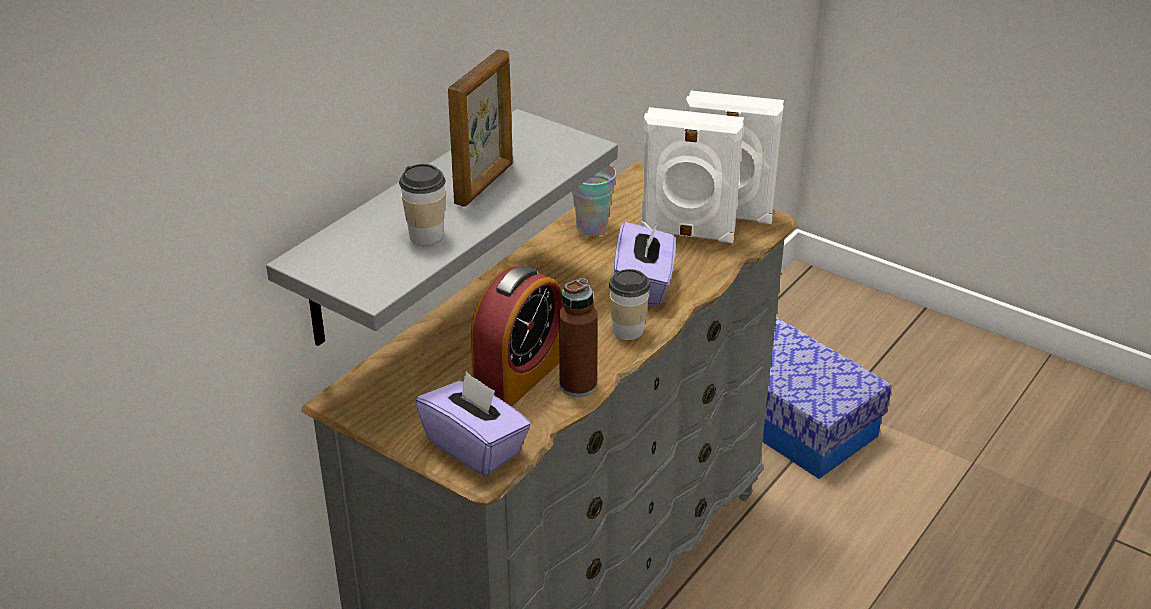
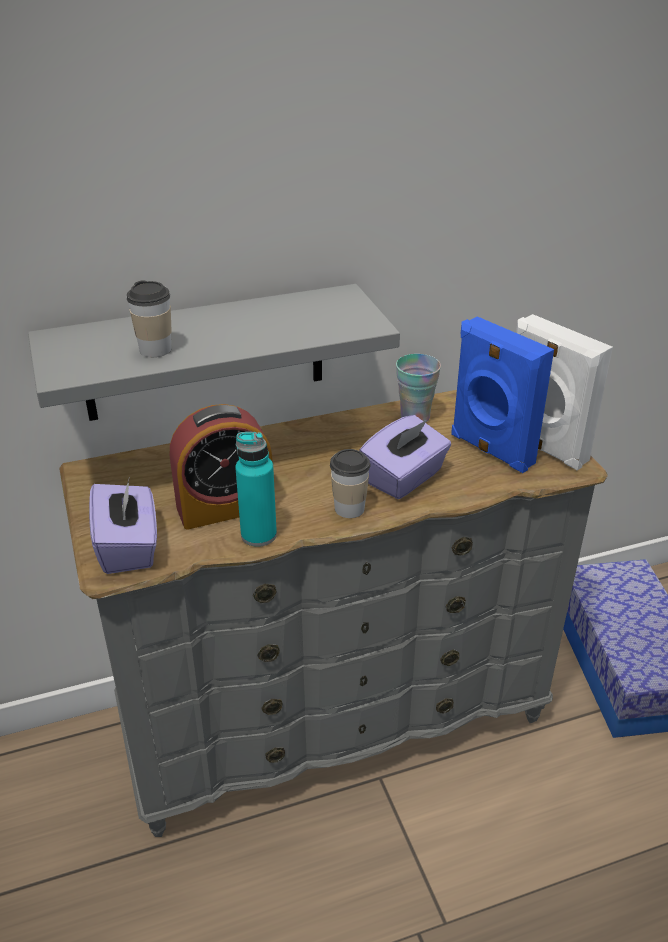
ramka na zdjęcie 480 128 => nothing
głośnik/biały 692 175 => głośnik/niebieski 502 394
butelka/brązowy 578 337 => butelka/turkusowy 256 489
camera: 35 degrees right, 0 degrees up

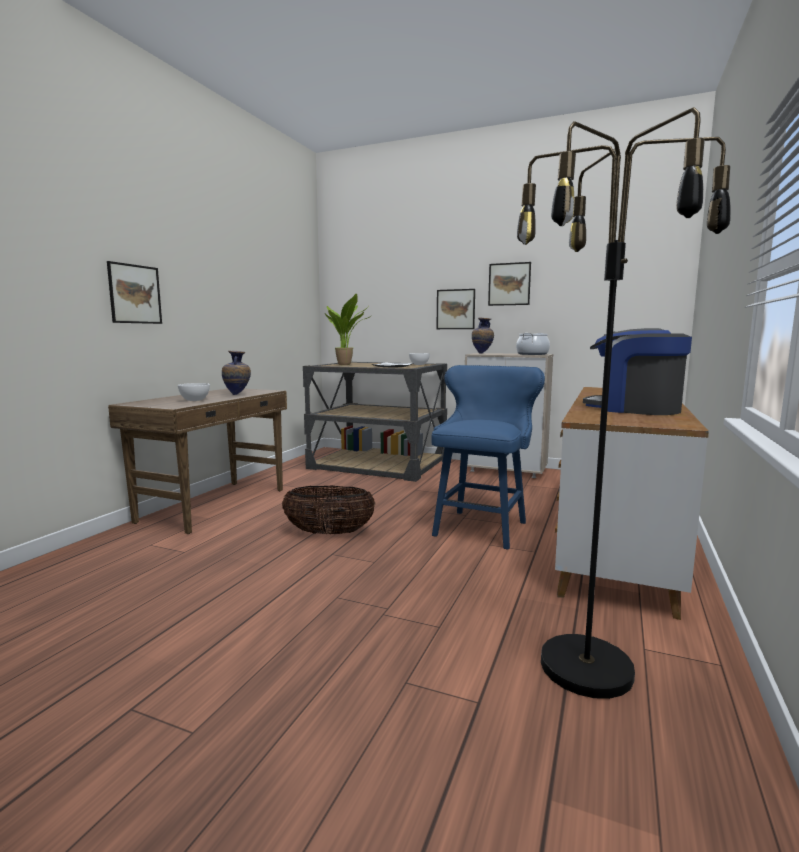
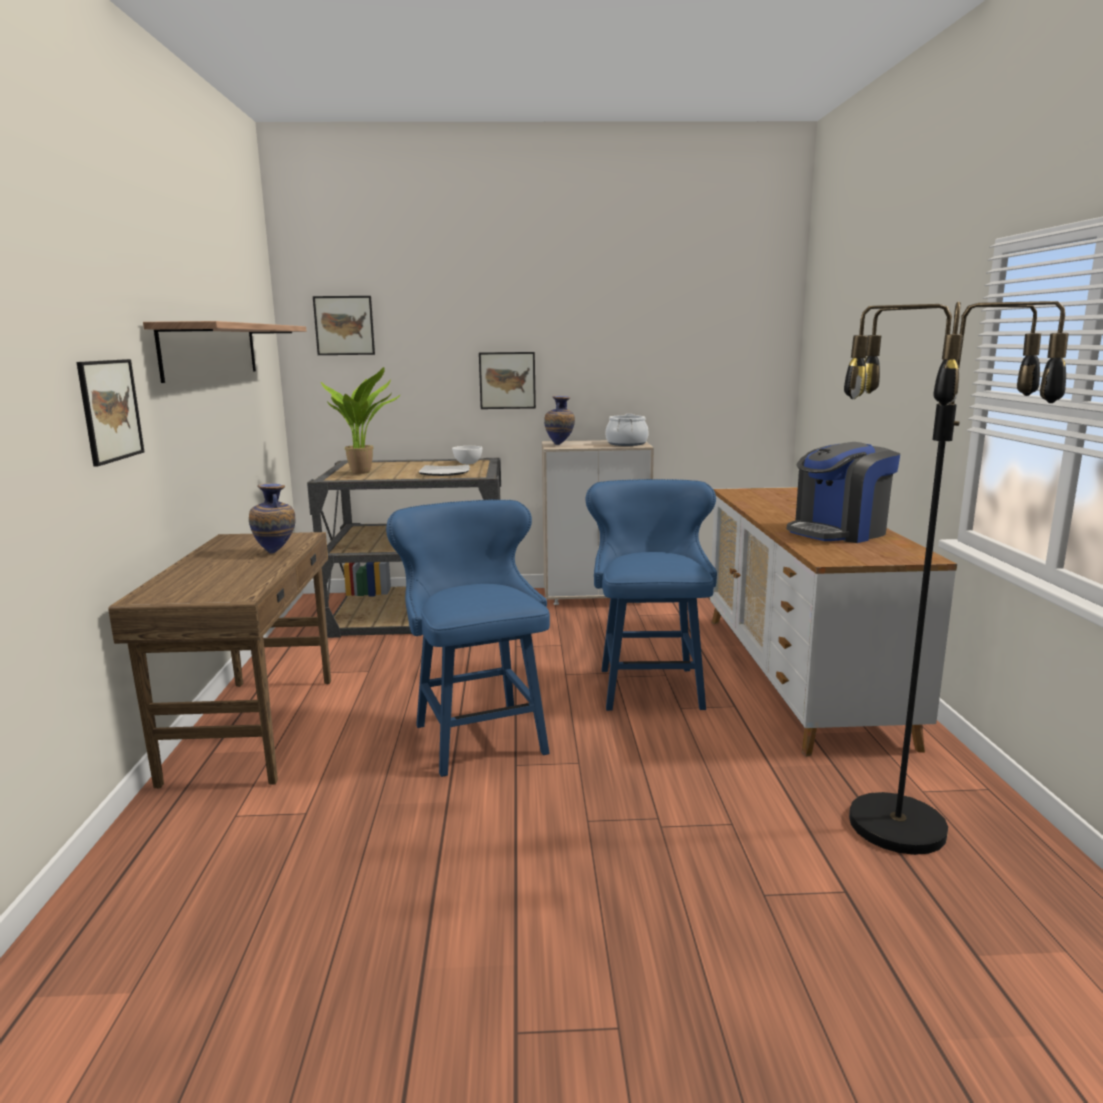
obraz 509 284 => obraz 344 325, move
ekspres do kawy 637 371 => ekspres do kawy 843 492, 45 degrees counterclockwise
miska/biały 194 392 => nothing
koszyk 329 510 => stołek/niebieski 468 638
nothing => półka 224 352
camera: 25 degrees left, 5 degrees up

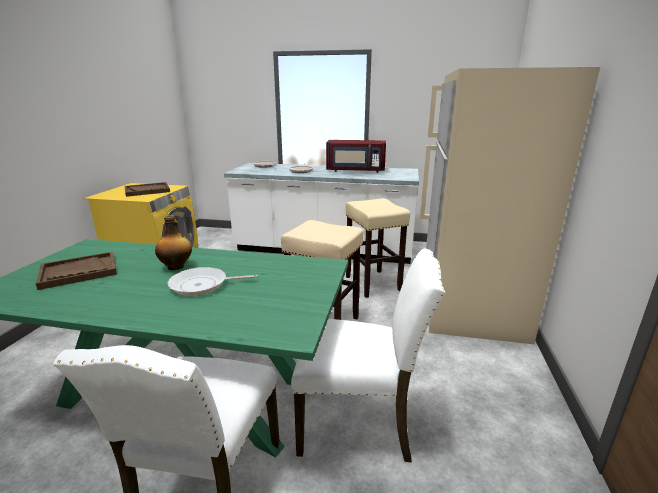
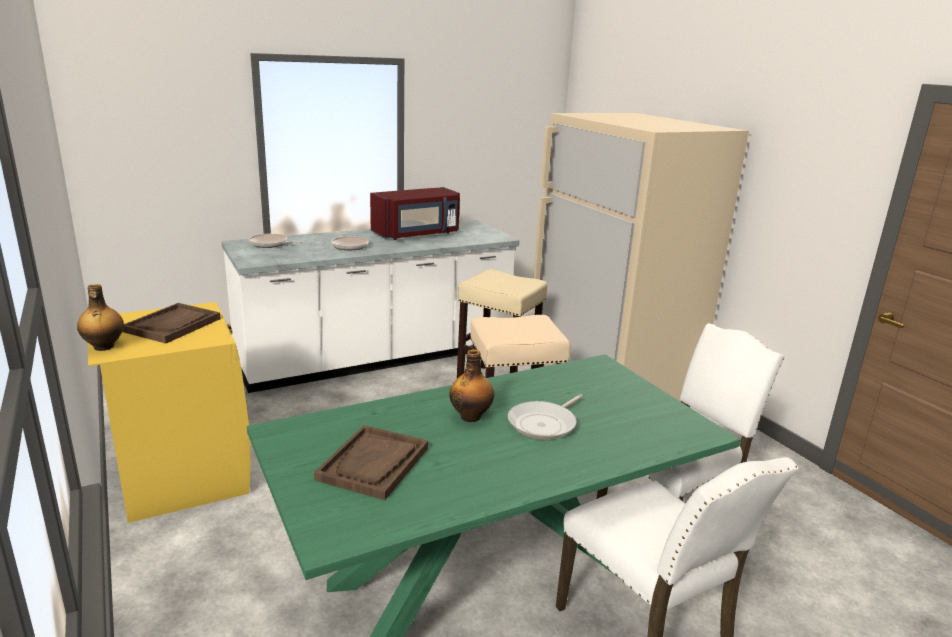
nothing => butelka 100 317
camera: 40 degrees left, 0 degrees up

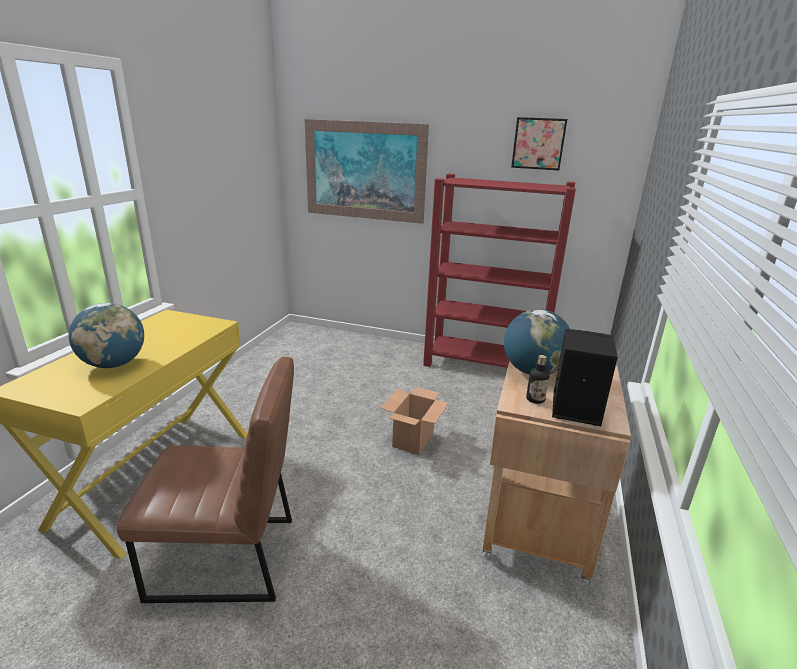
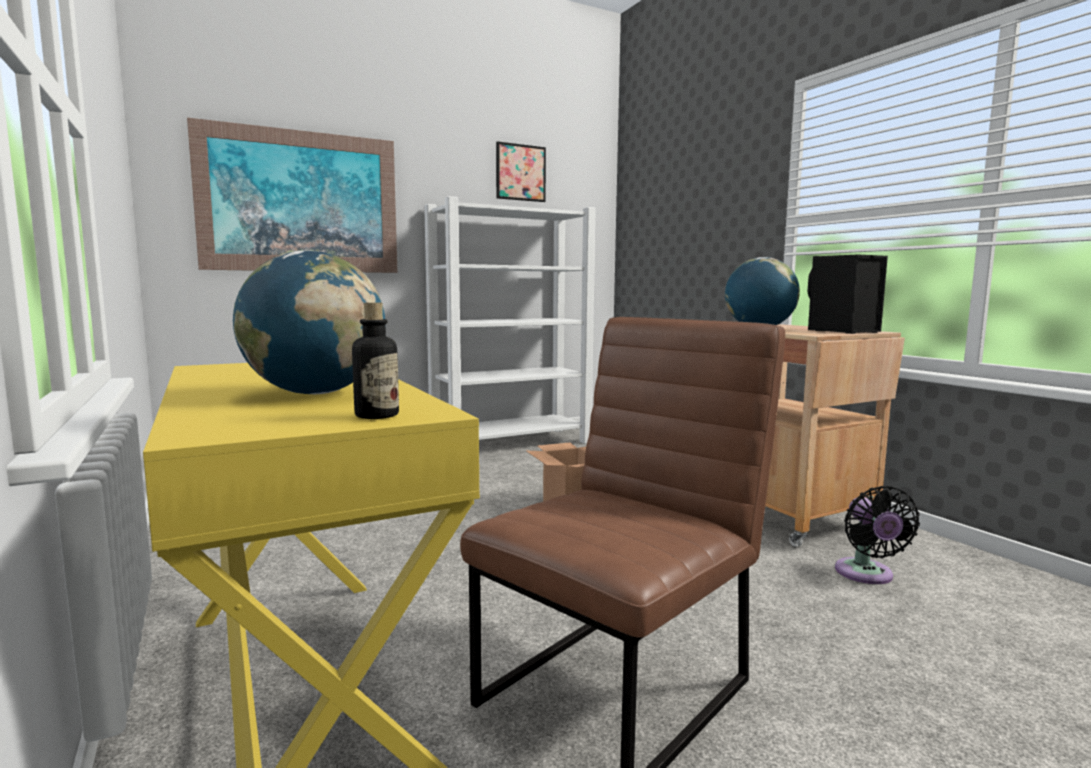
regał/czerwony 499 270 => regał/biały 510 320
butelka 538 379 => butelka 375 360, move
nothing => wentylator/czarny 877 535
camera: 45 degrees left, 15 degrees down

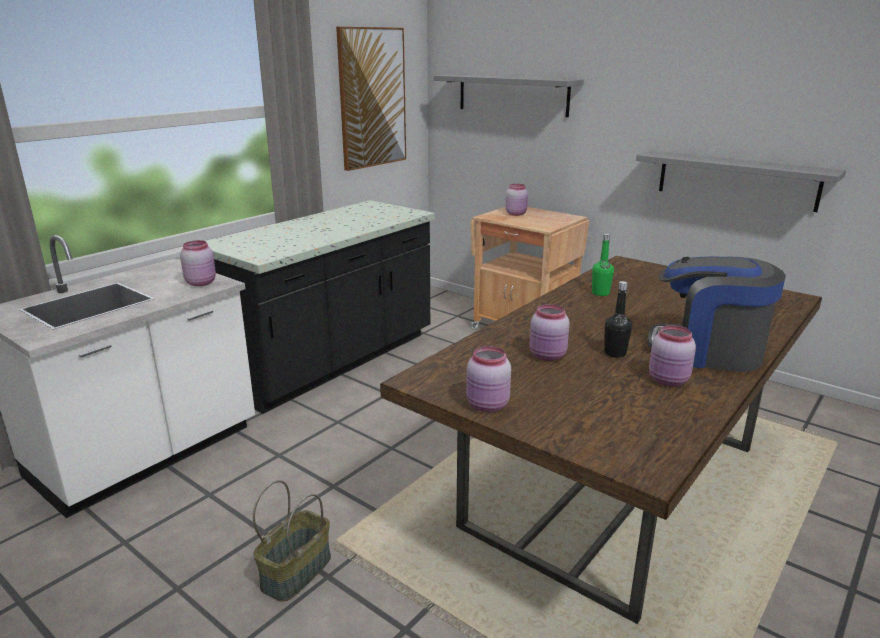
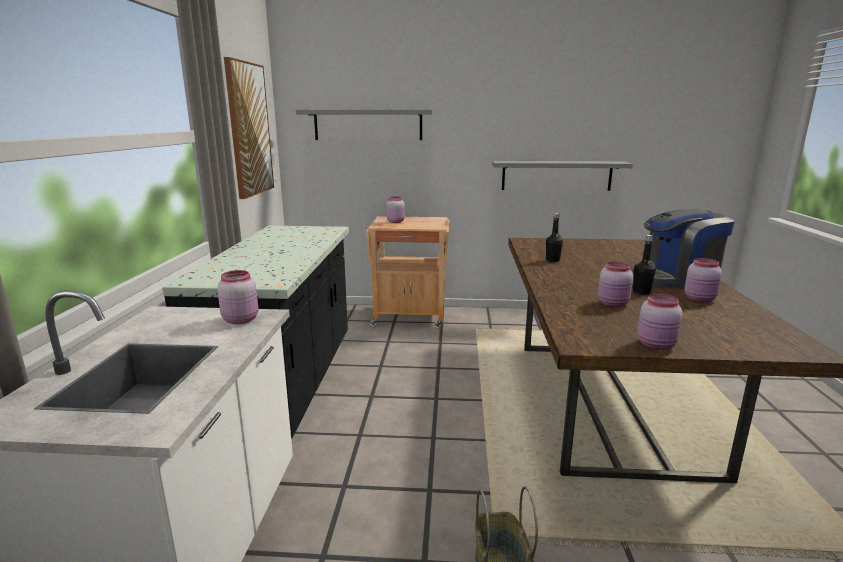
butelka/zielony 603 264 => butelka/czarny 554 237
camera: 35 degrees left, 5 degrees down

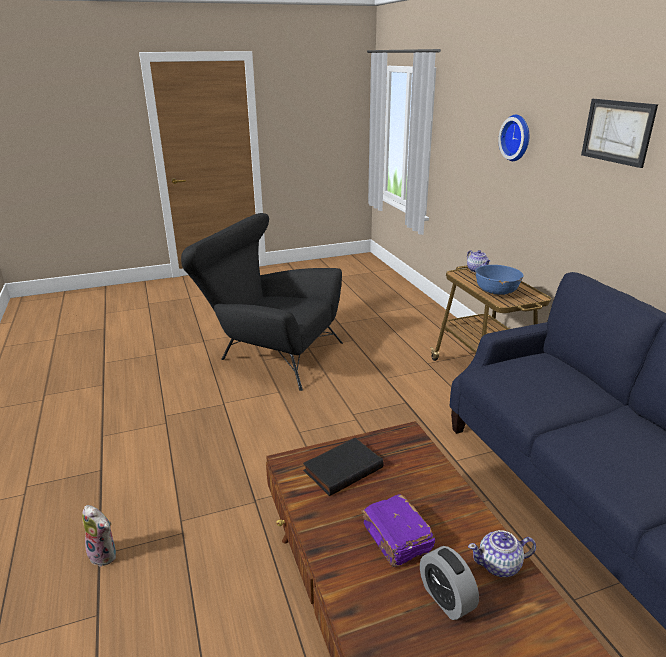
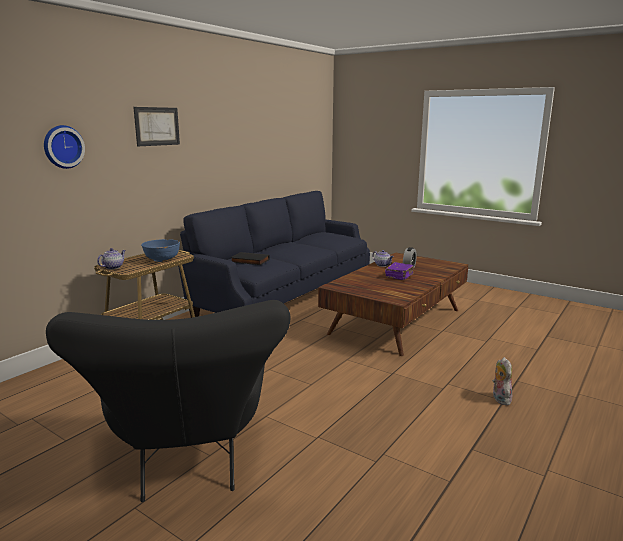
książka/czarny 343 467 => książka/czarny 250 258, move
camera: 125 degrees left, 10 degrees down

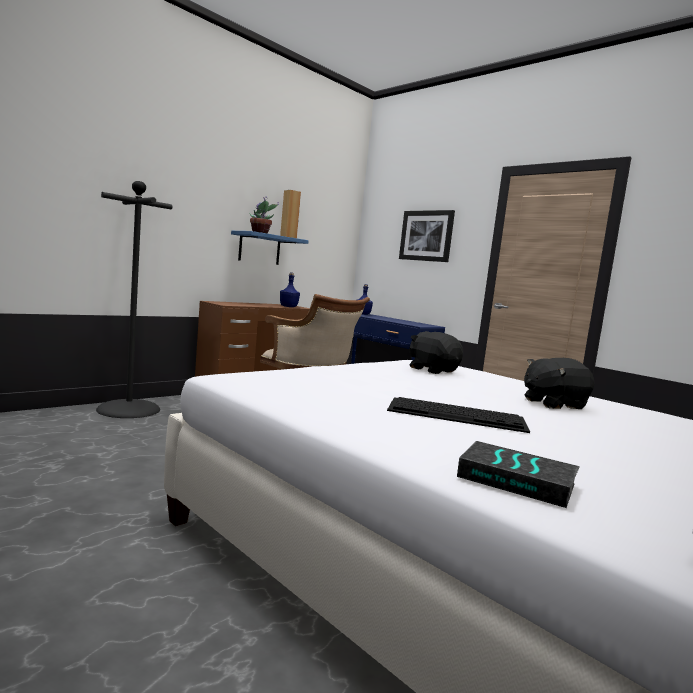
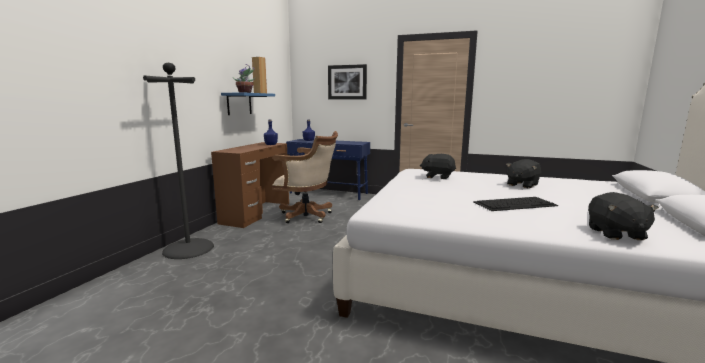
książka 518 474 => pluszak/czarny 623 216
camera: 25 degrees left, 5 degrees up

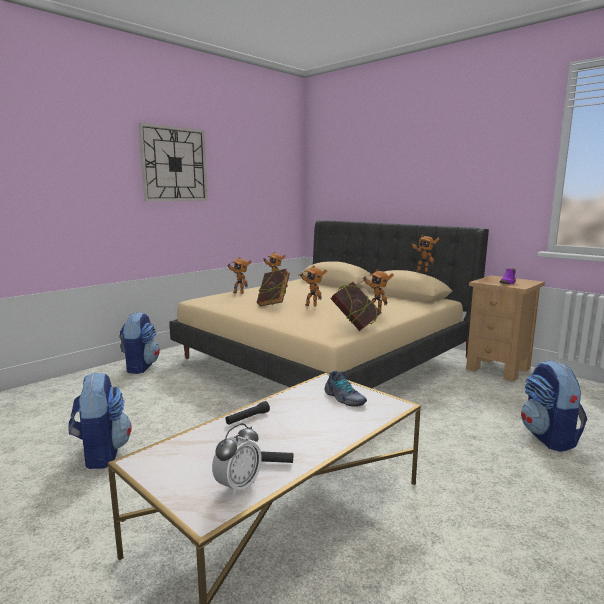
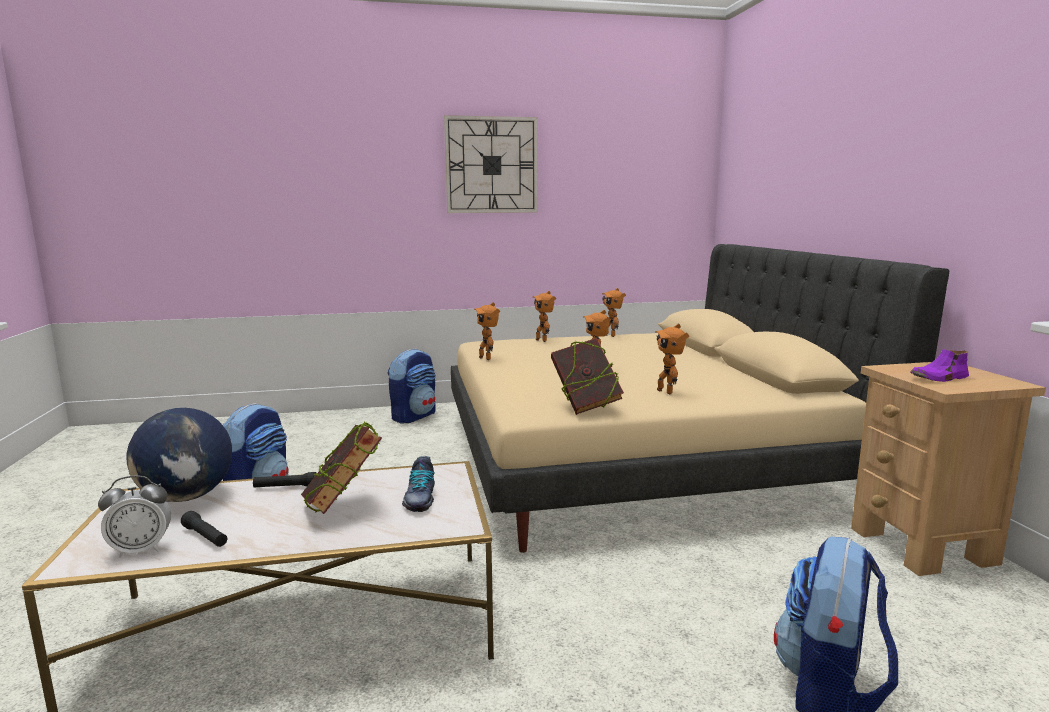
robot zabawkowy 424 253 => robot zabawkowy 487 331, move
książka 273 287 => książka 341 468, move
nothing => globus 179 455
camera: 35 degrees right, 0 degrees up

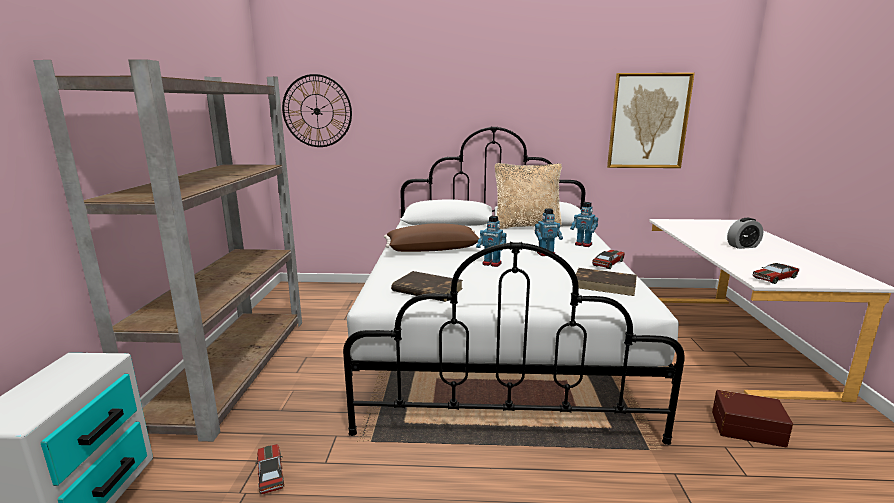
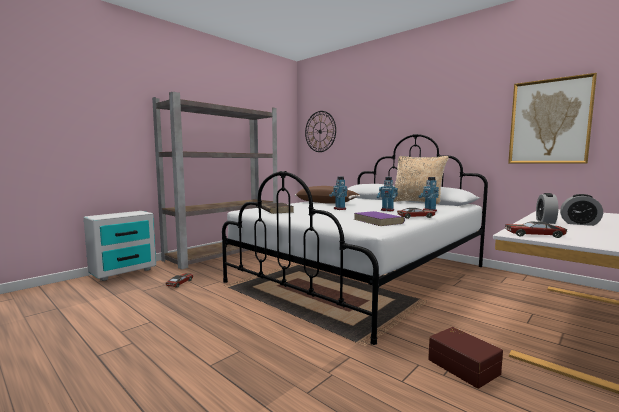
książka/brązowy 606 282 => książka/fioletowy 379 218
nothing => budzik 547 208
camera: 40 degrees right, 10 degrees down

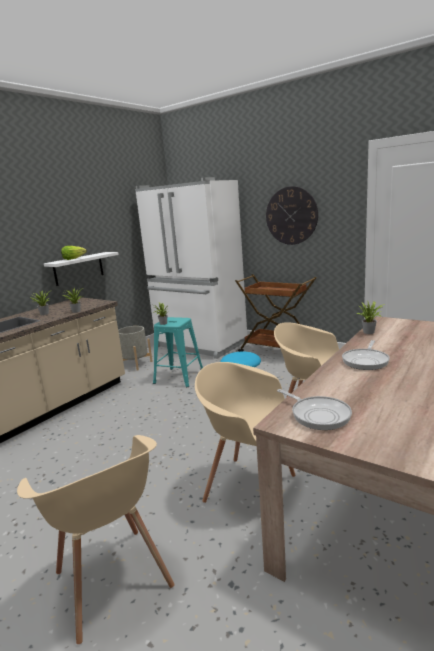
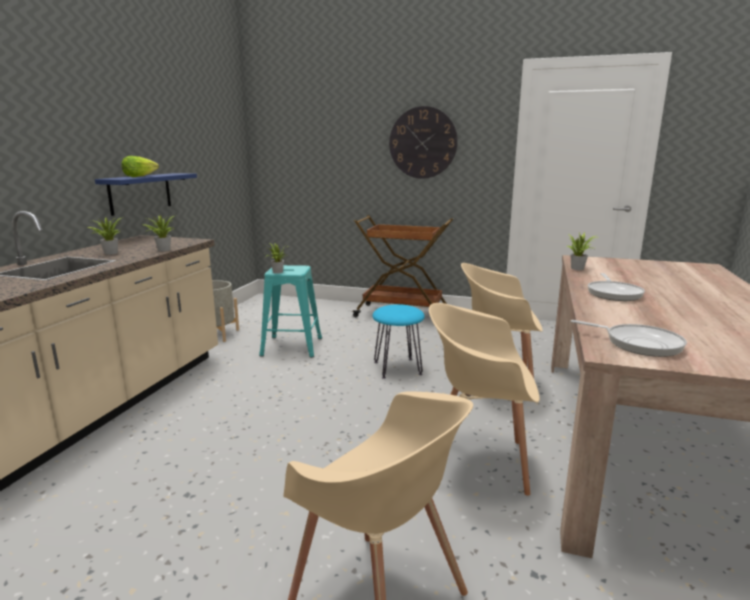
lodówka/biały 191 268 => nothing
półka/biały 81 269 => półka/niebieski 146 194
camera: 20 degrees left, 0 degrees up

